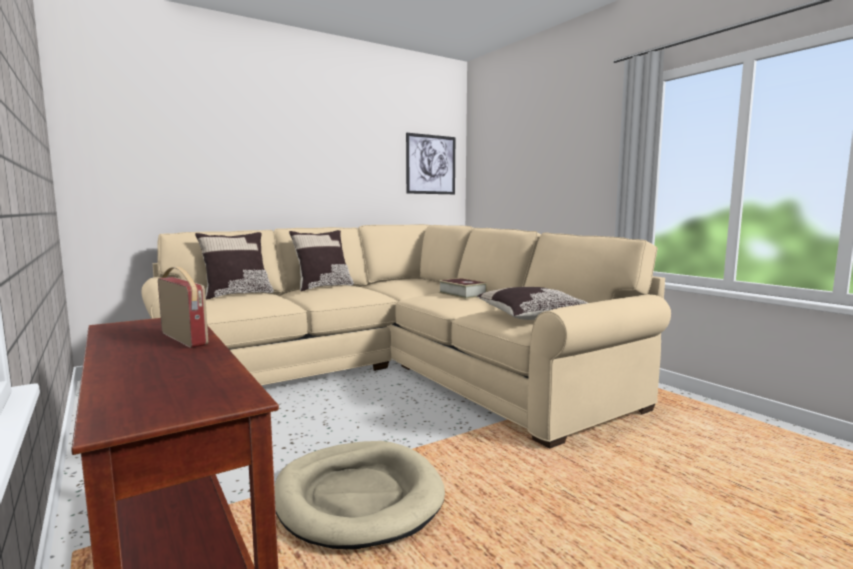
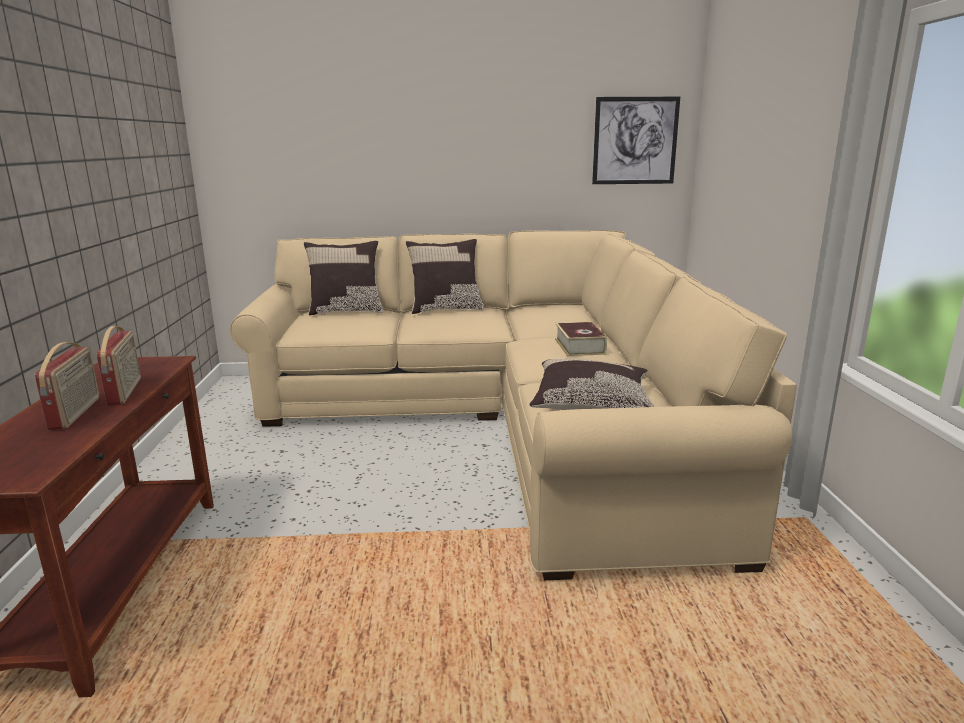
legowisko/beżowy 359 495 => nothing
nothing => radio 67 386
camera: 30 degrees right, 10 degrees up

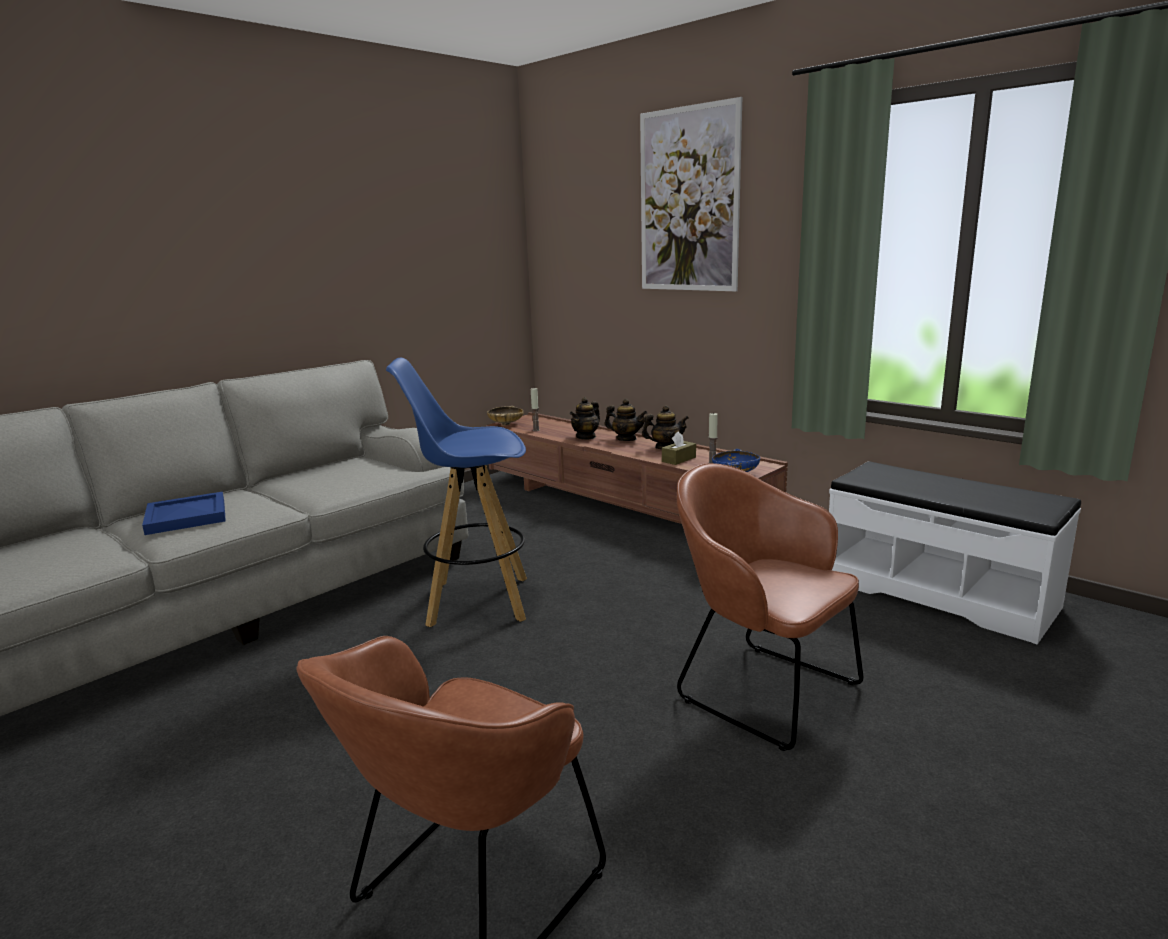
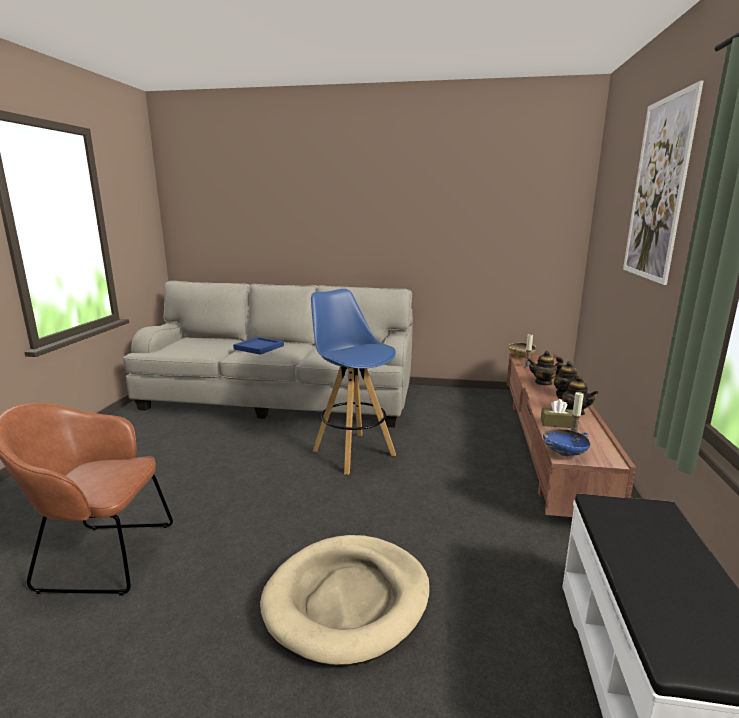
fotel/brązowy 770 607 => legowisko/beżowy 345 600
camera: 55 degrees right, 0 degrees up

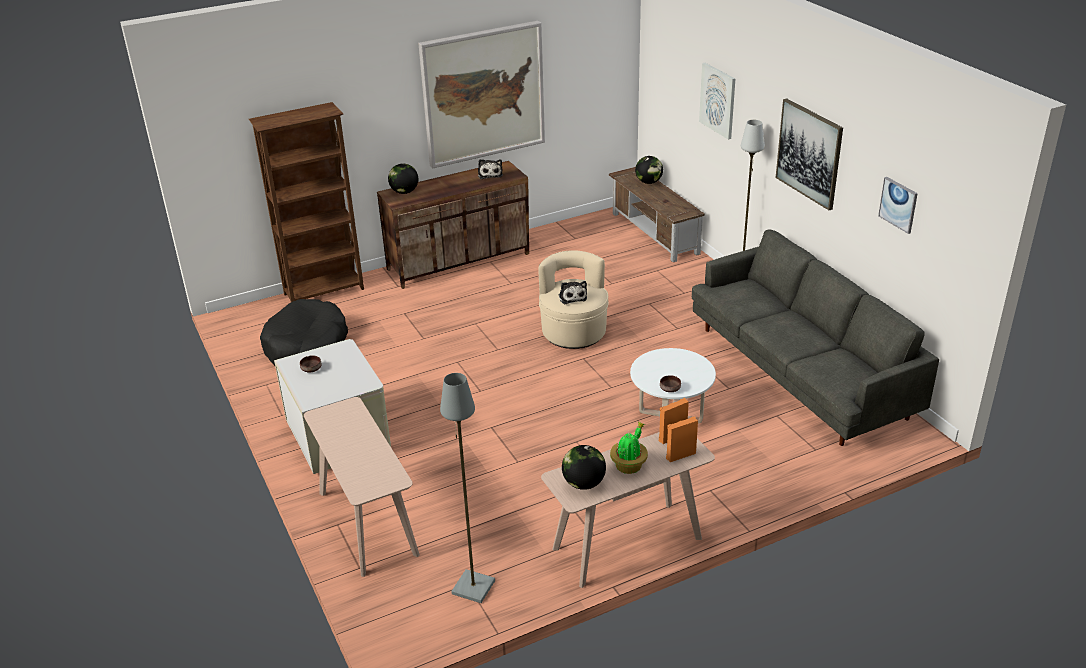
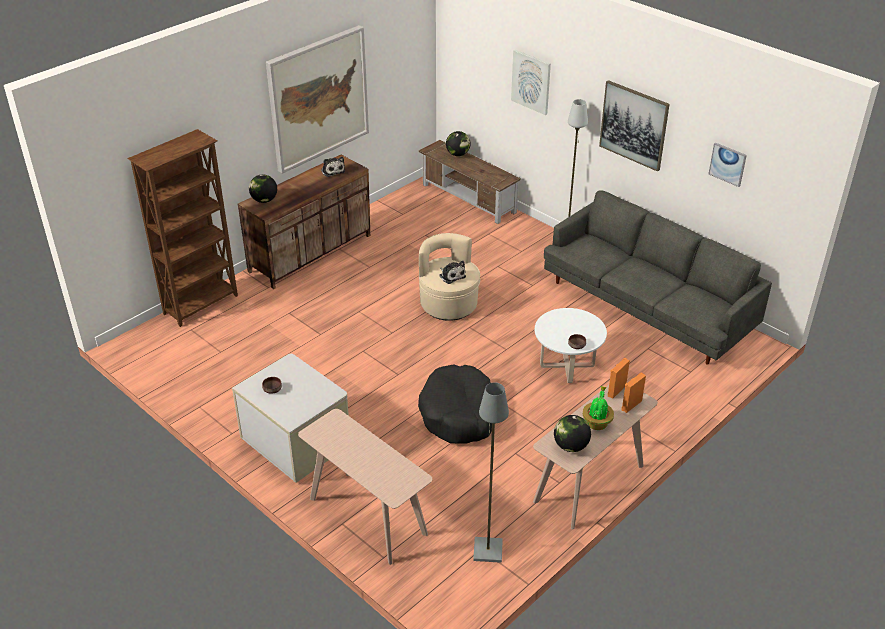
legowisko/czarny 304 332 => legowisko/czarny 455 404, move
camera: 20 degrees left, 5 degrees up

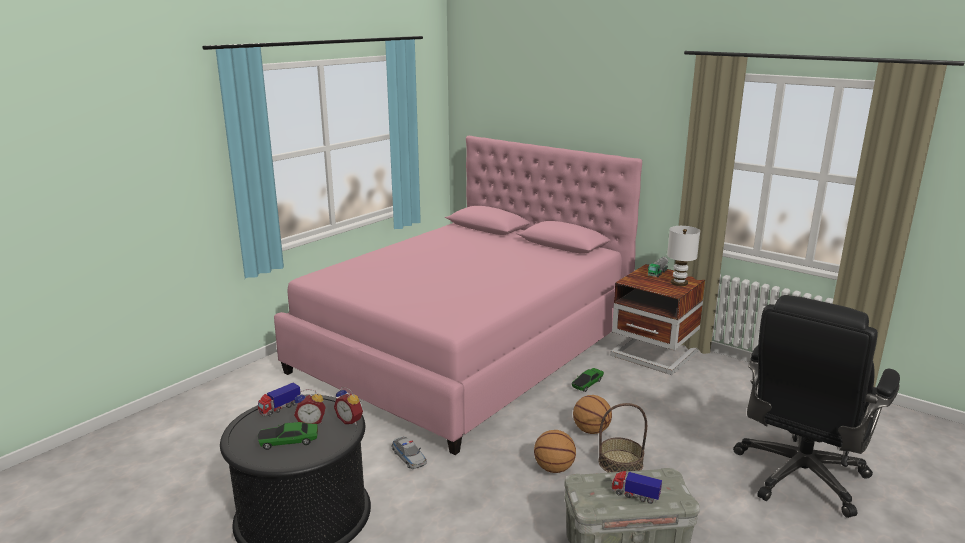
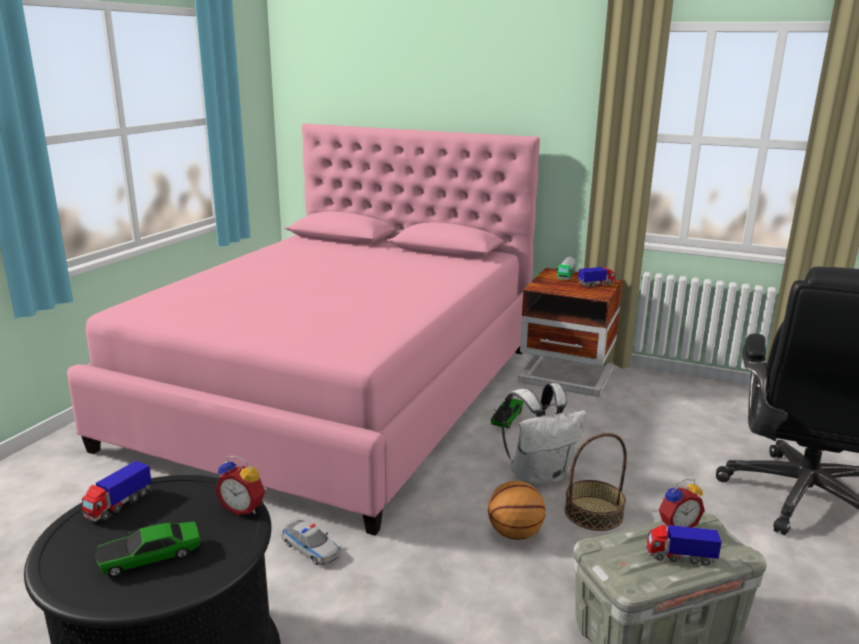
lampa stołowa/biały 683 256 => ciężarówka zabawkowa 596 277
budzik 310 406 => budzik 682 505, move
piłka do koszykówki 592 414 => plecak/biały 544 435
camera: 15 degrees left, 0 degrees up

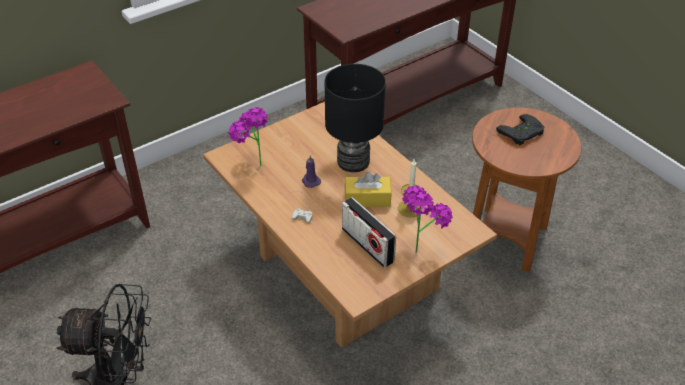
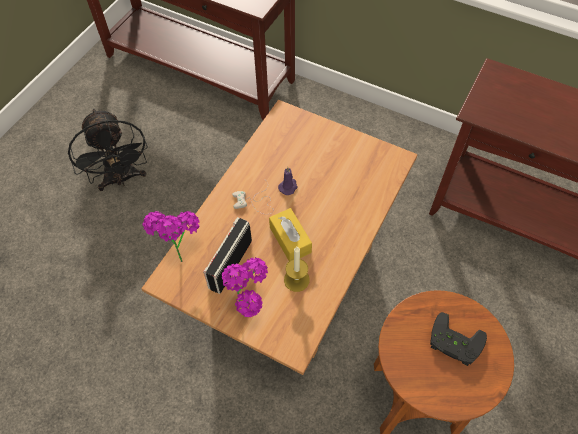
lampa stołowa/czarny 355 118 => nothing
roślina doniczkowa 248 136 => roślina doniczkowa 171 236, move
camera: 65 degrees right, 15 degrees up

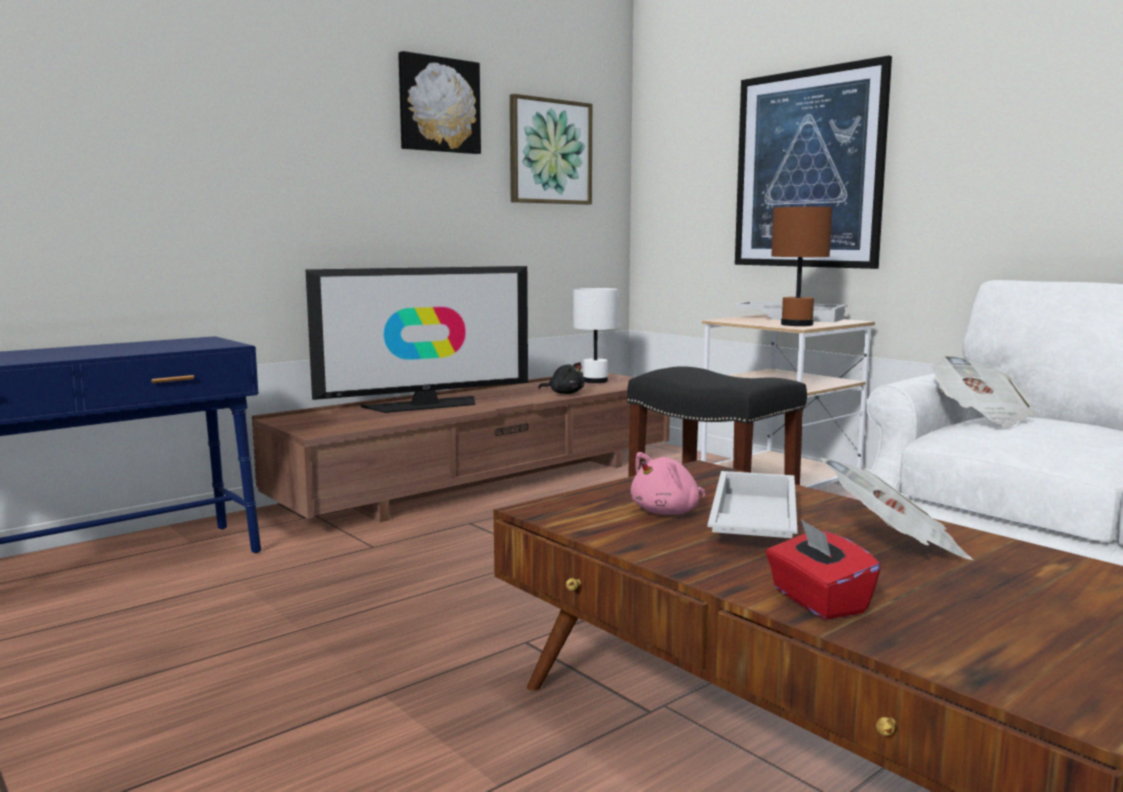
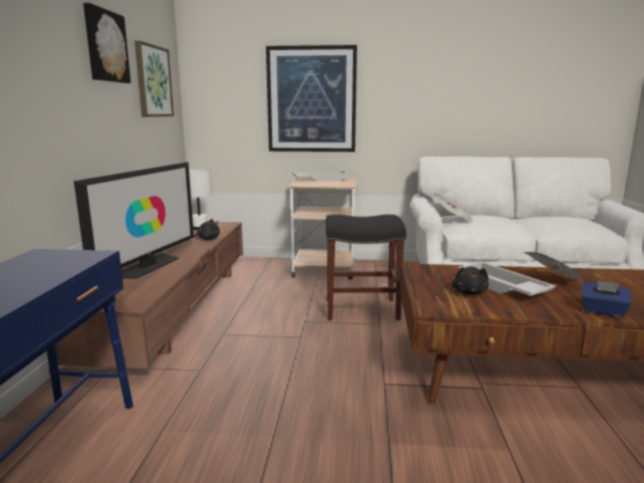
lampa stołowa/brązowy 802 266 => nothing
pluszak/różowy 668 483 => pluszak/czarny 470 281
pudełko chusteczek/czerwony 823 569 => pudełko chusteczek/niebieski 606 298
camera: 45 degrees left, 5 degrees up

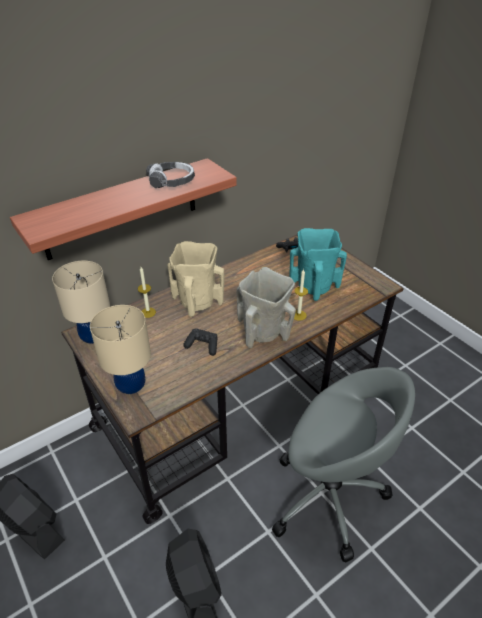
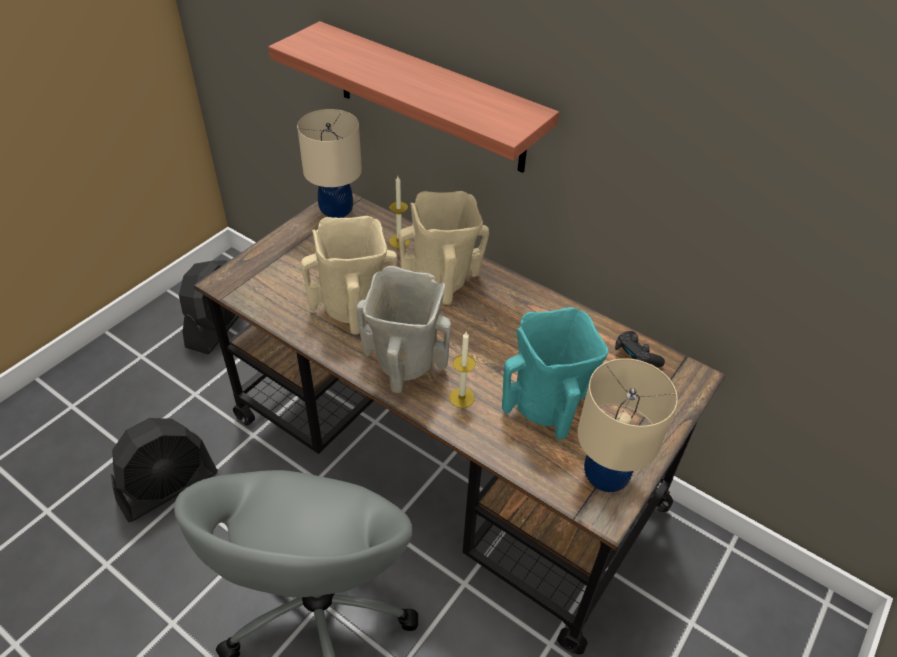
słuchawki 170 175 => nothing
lampa stołowa/beżowy 120 349 => lampa stołowa/beżowy 628 425, move
pad do gier/czarny 200 342 => wazon/beżowy 349 275
camera: 70 degrees right, 5 degrees up

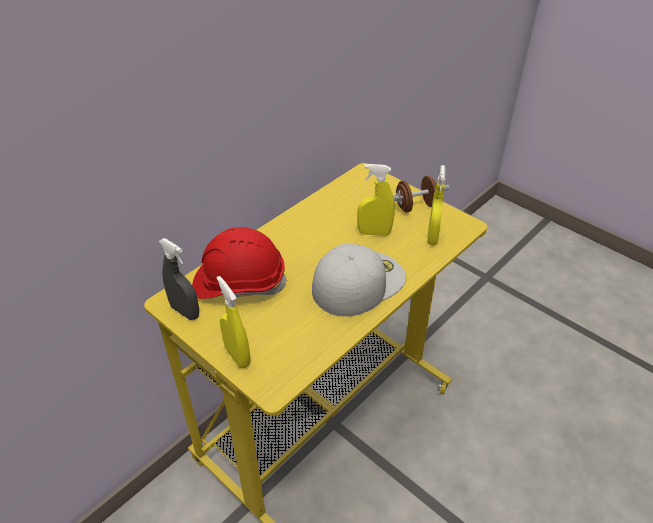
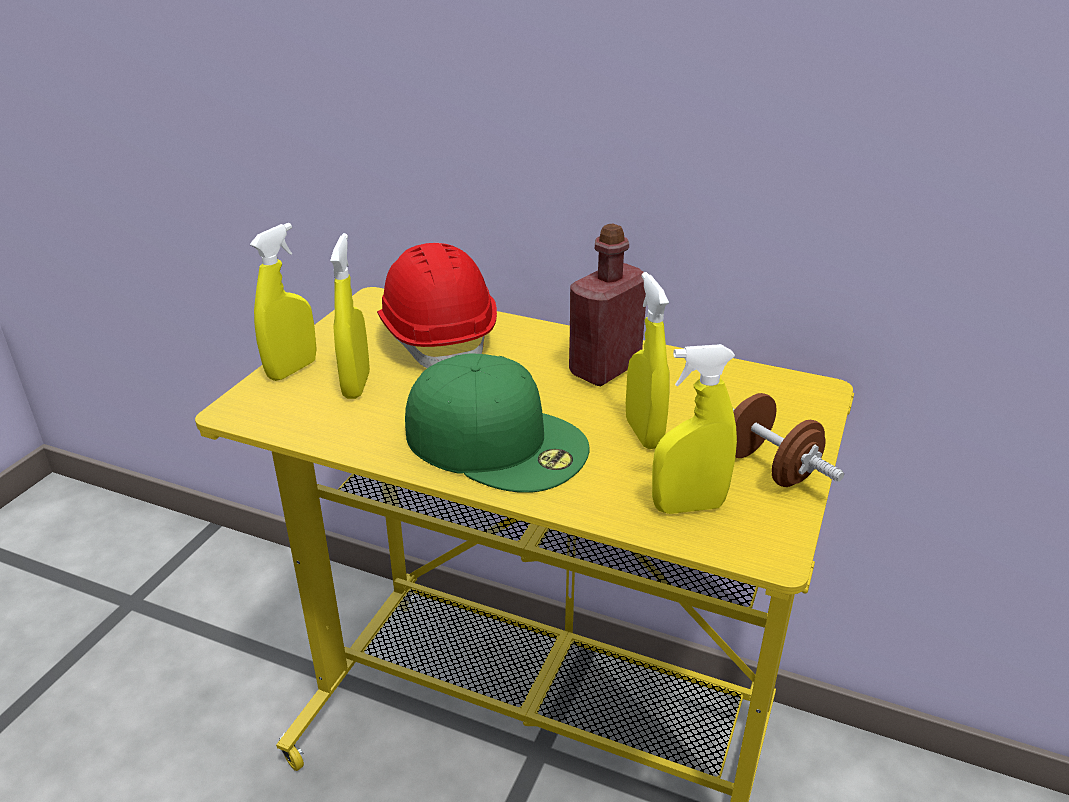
spryskiwacz/szary 179 279 => nothing
czapka z daszkiem/biały 359 280 => czapka z daszkiem/zielony 497 423
nothing => butelka/czerwony 607 305
nothing => spryskiwacz/żółty 350 316
camera: 70 degrees right, 10 degrees down

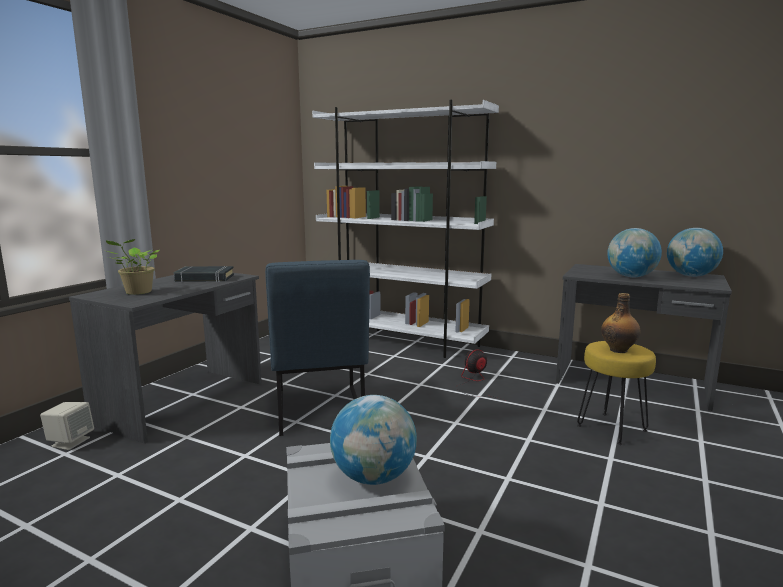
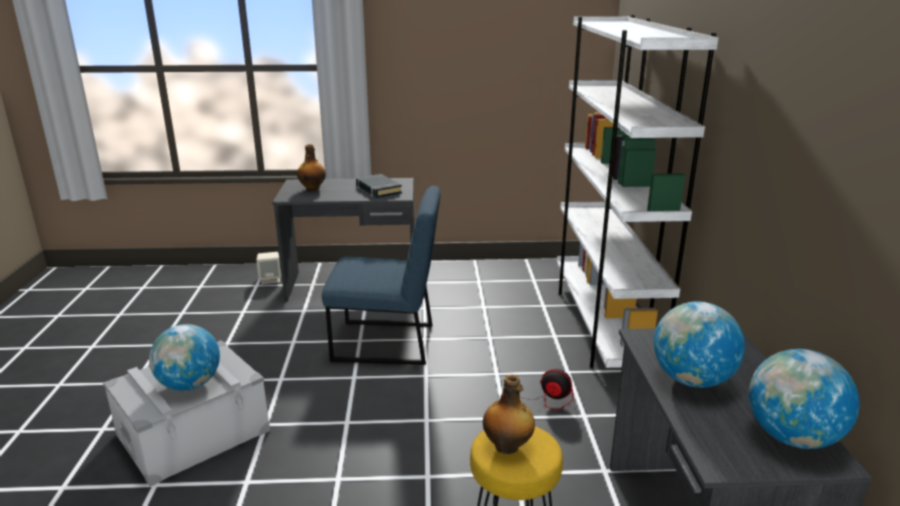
roślina doniczkowa 132 267 => butelka 311 167
krzesło/niebieski 317 348 => krzesło/niebieski 381 275, 135 degrees counterclockwise
camera: 60 degrees right, 10 degrees up

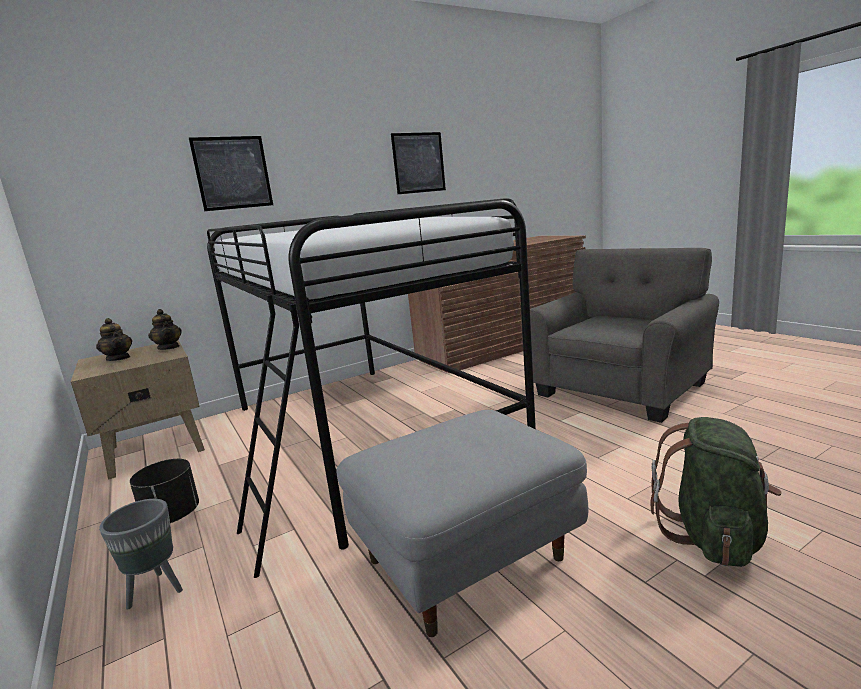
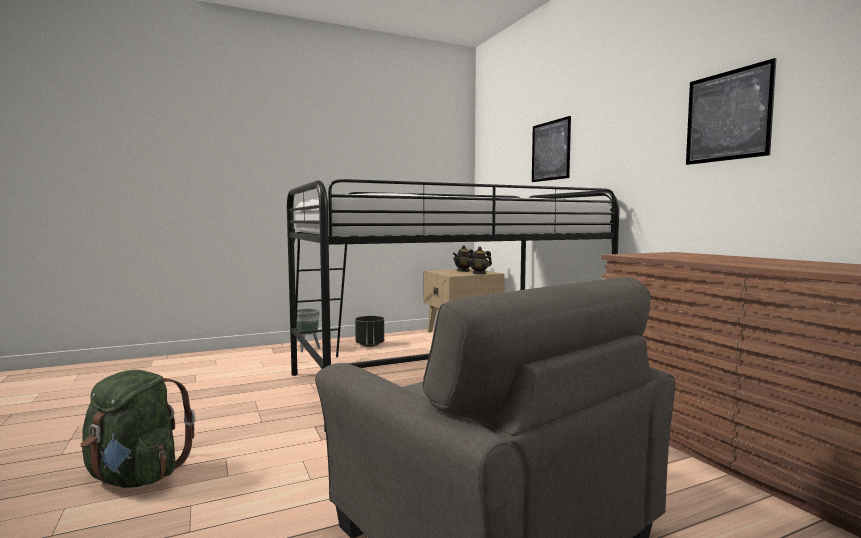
pufa/szary 462 523 => nothing
camera: 95 degrees right, 10 degrees down

